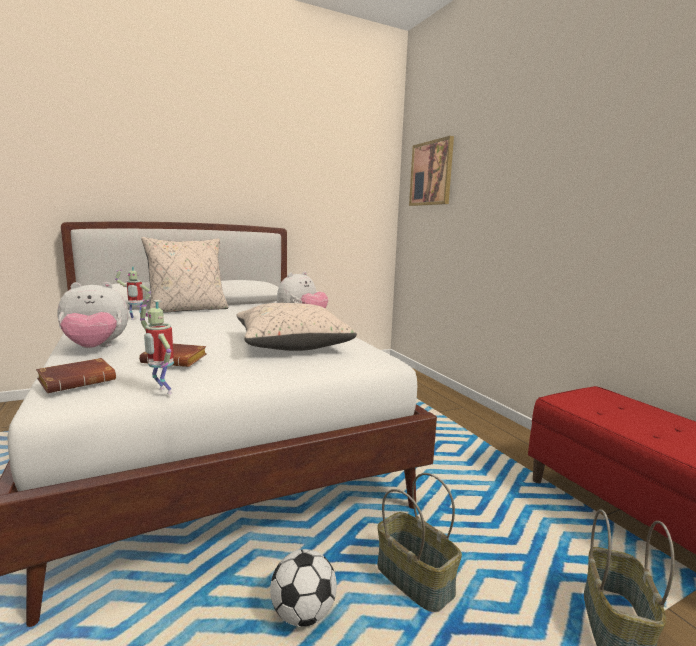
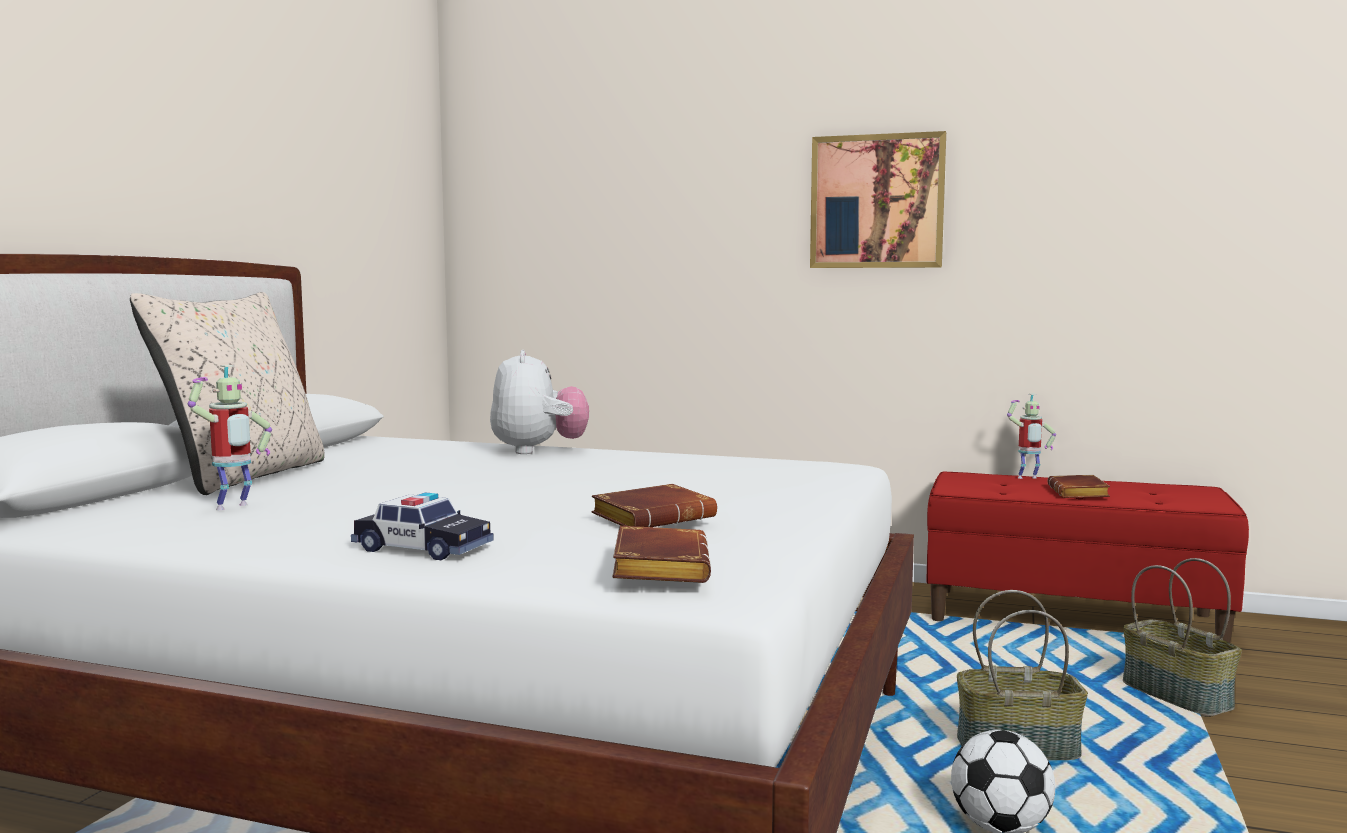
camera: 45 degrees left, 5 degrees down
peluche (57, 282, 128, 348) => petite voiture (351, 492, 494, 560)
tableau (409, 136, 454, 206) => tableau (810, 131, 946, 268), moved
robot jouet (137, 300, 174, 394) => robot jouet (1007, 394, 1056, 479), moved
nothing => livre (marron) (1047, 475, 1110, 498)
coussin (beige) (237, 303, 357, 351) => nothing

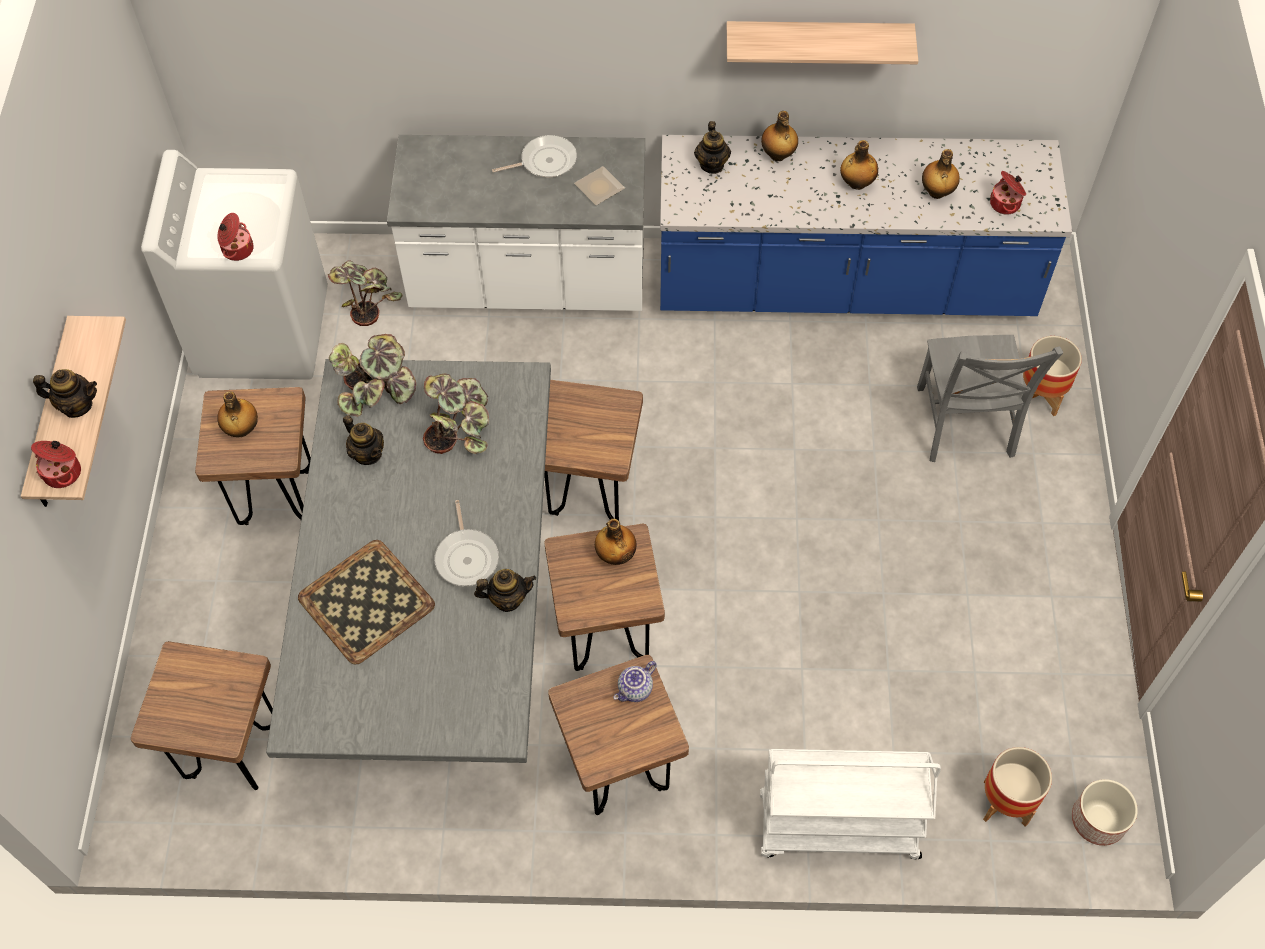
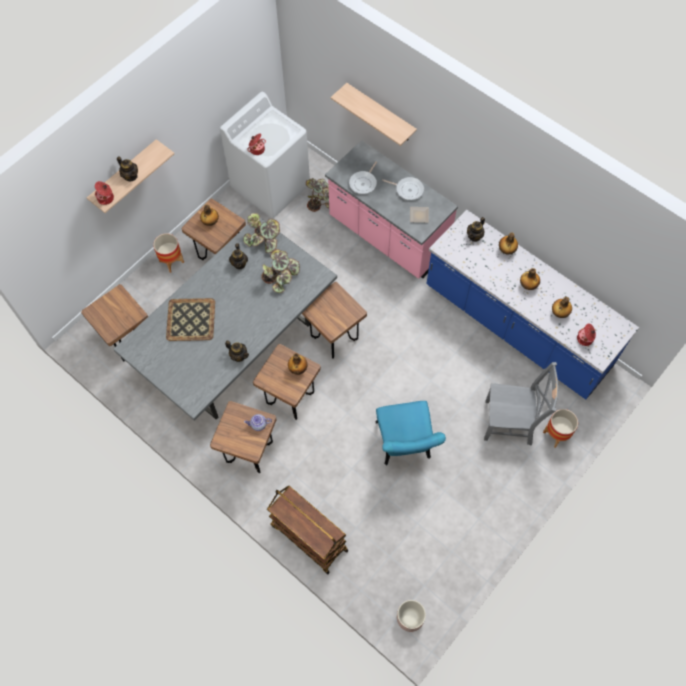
camera: 40 degrees right, 5 degrees up
cache-pot (983, 747, 1052, 827) => cache-pot (153, 233, 184, 273), moved
chariot (blanc) (760, 749, 941, 860) => chariot (marron) (267, 486, 348, 574)
comptoir de cuisine (blanc) (387, 135, 645, 311) => comptoir de cuisine (rose) (325, 140, 458, 279)
étagère (727, 21, 918, 64) => étagère (331, 83, 417, 146), moved
poêle (434, 500, 499, 586) => poêle (349, 162, 377, 194), moved
nothing => chaise (turquoise) (375, 401, 446, 465)
chaise (gris) (917, 335, 1064, 462) => chaise (gris) (484, 362, 558, 446), 120 degrees counterclockwise

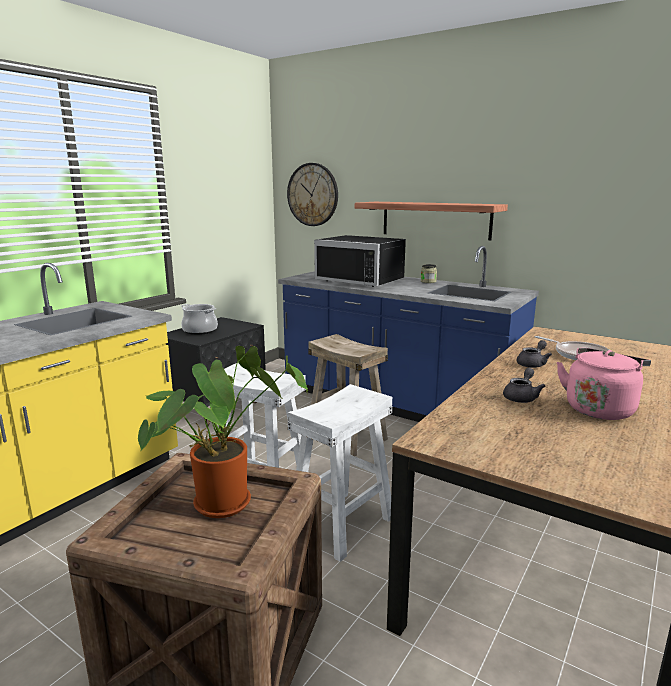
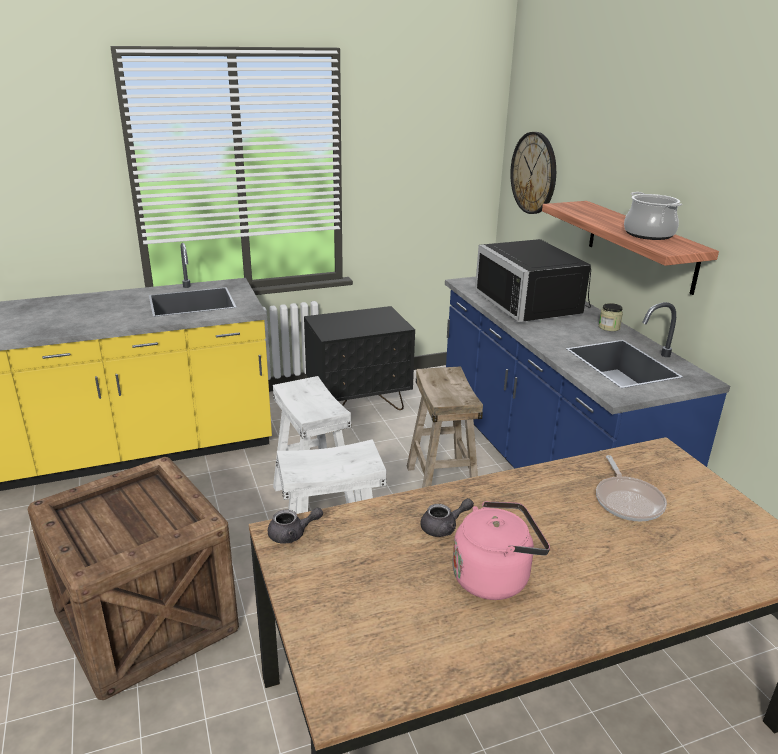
camera: 35 degrees right, 10 degrees up
théière (gris) (516, 340, 552, 368) => théière (gris) (268, 507, 323, 544), moved
marmite (181, 304, 218, 335) => marmite (624, 192, 682, 240), moved
plante en pot (138, 346, 308, 518) => nothing

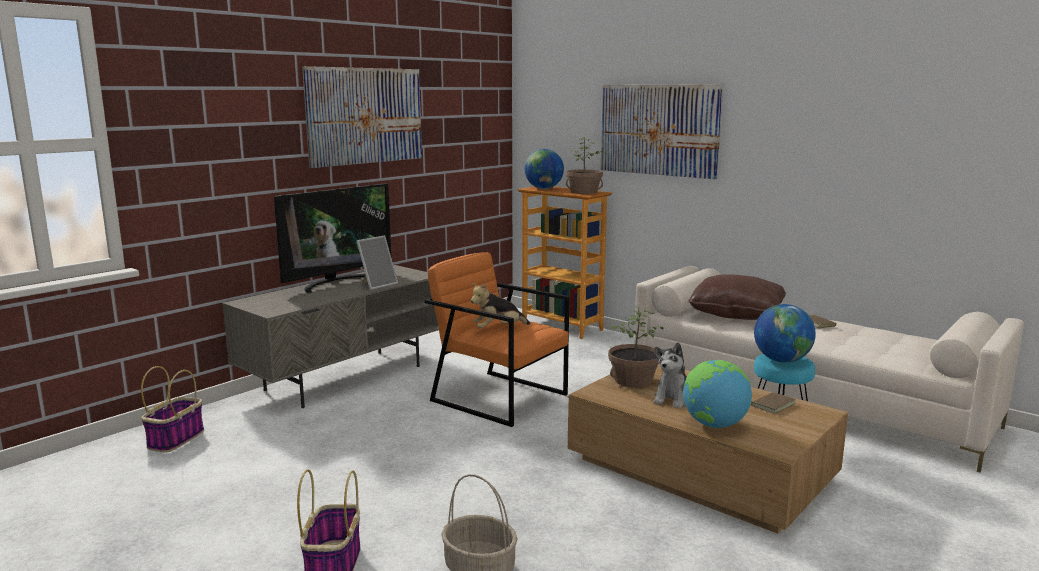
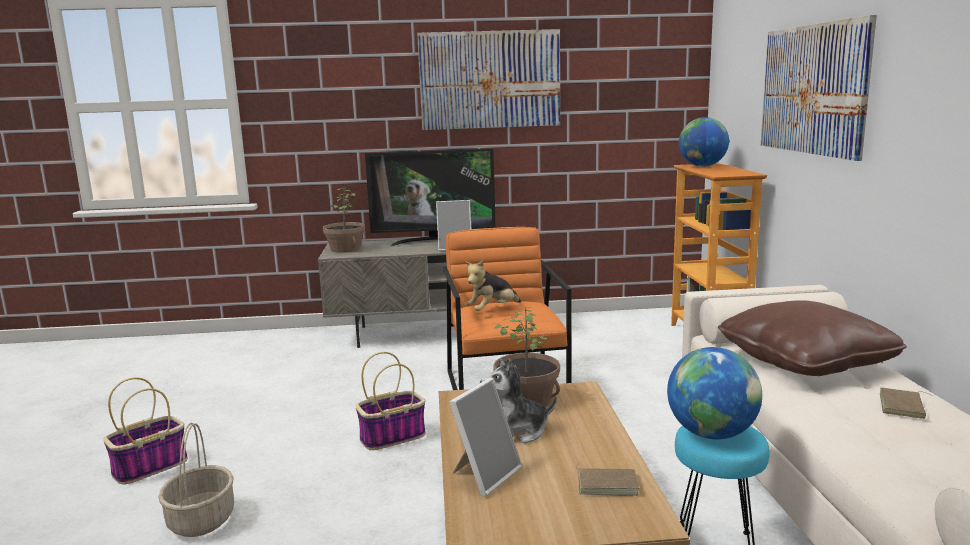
camera: 45 degrees right, 0 degrees up
plante en pot (566, 137, 604, 194) => plante en pot (323, 187, 365, 253), moved
panier (141, 366, 204, 453) => panier (356, 352, 426, 450), moved
globe (683, 360, 752, 428) => cadre photo (450, 378, 522, 497)
peluche (471, 283, 531, 328) => peluche (465, 260, 521, 311), 60 degrees counterclockwise

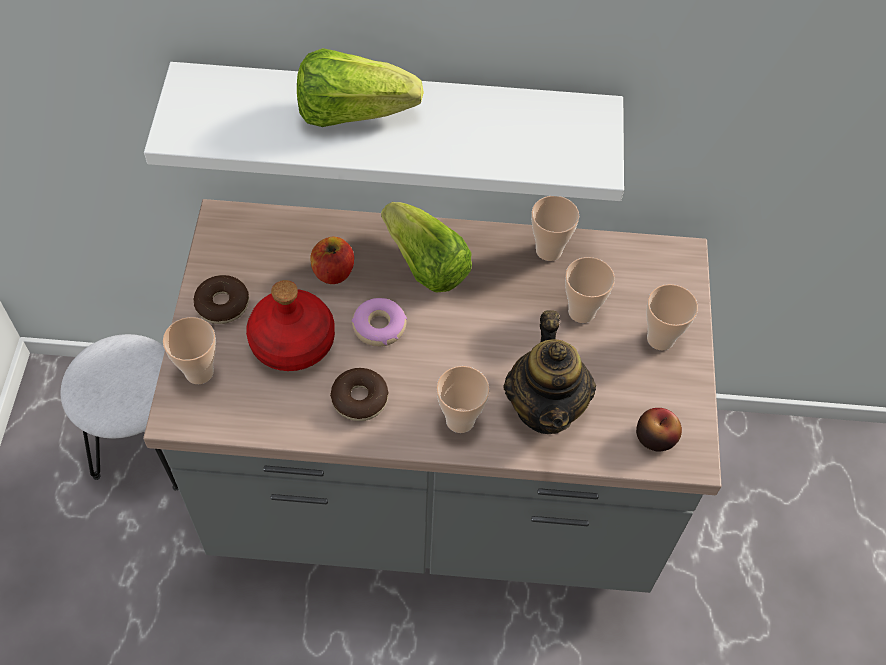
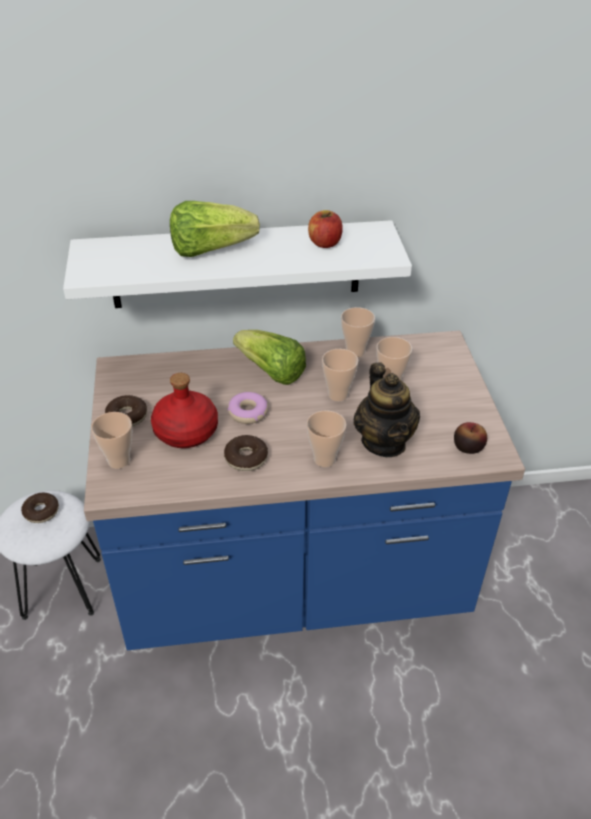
camera: 10 degrees left, 15 degrees down
nothing => beignet (21, 493, 59, 523)
comptoir de cuisine (gris) (143, 199, 722, 593) => comptoir de cuisine (bleu) (84, 331, 525, 650)
pomme (311, 237, 354, 284) => pomme (308, 210, 343, 248), moved
tasse (647, 284, 698, 351) => tasse (322, 349, 358, 401), moved

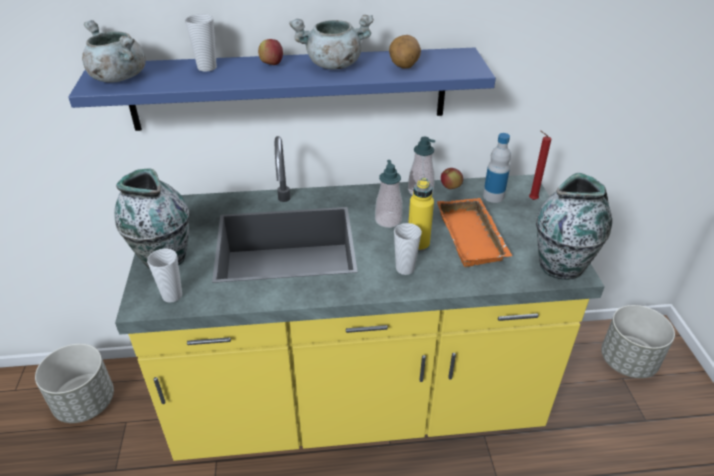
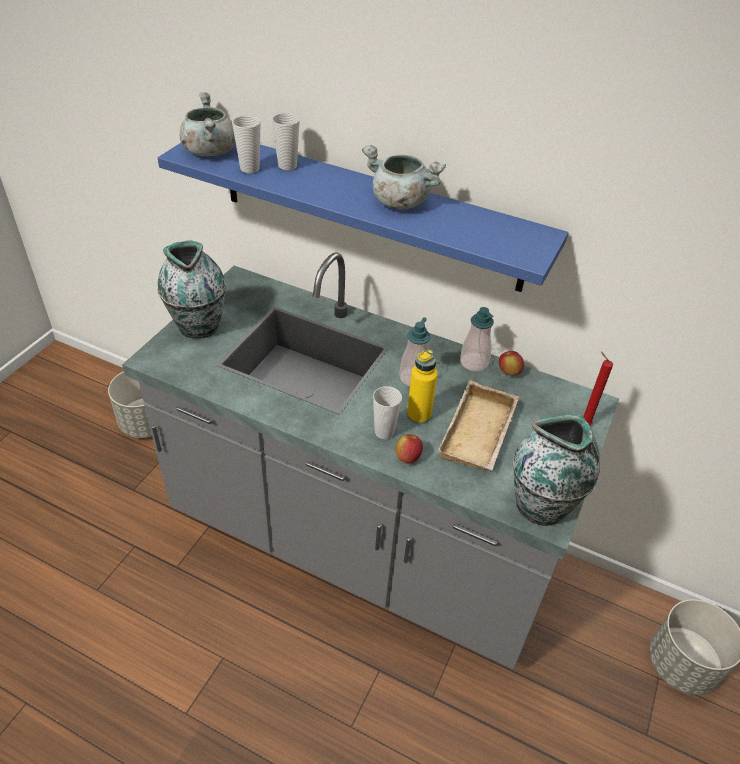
camera: 30 degrees right, 5 degrees up
comptoir de cuisine (jaune) (115, 136, 605, 461) => comptoir de cuisine (gris) (122, 252, 619, 669)
tasse (147, 248, 182, 303) => tasse (232, 115, 261, 173), moved
pomme (258, 39, 283, 65) => pomme (395, 434, 423, 464), moved
plateau (orange) (437, 198, 512, 267) => plateau (beige) (438, 380, 519, 471)
pomme de terre (389, 35, 421, 69) => nothing
bouteille (483, 133, 511, 203) => nothing

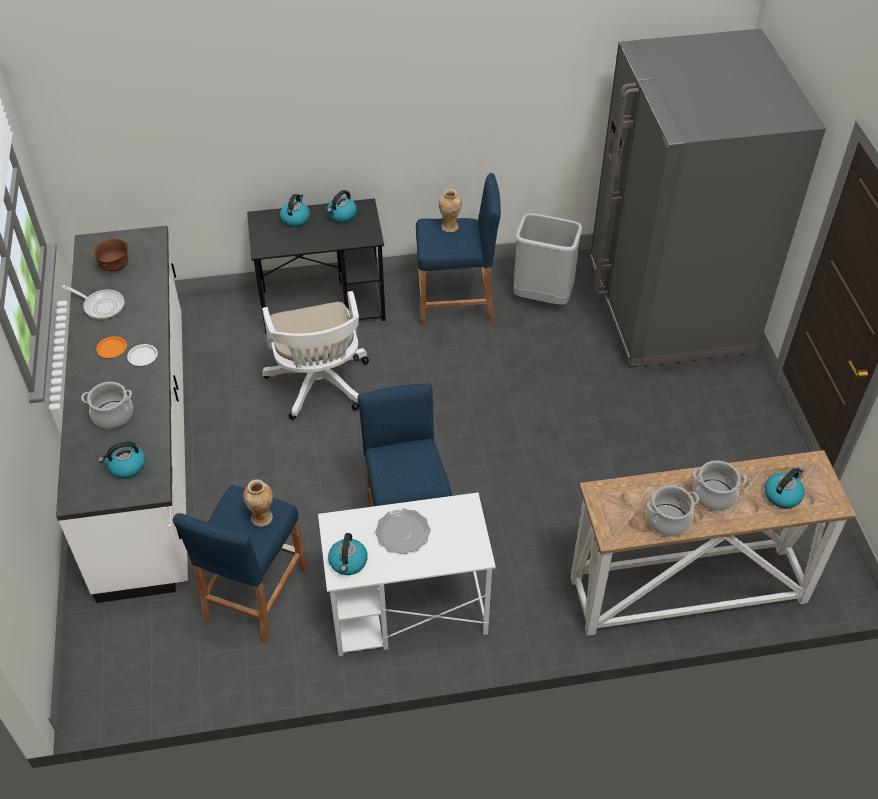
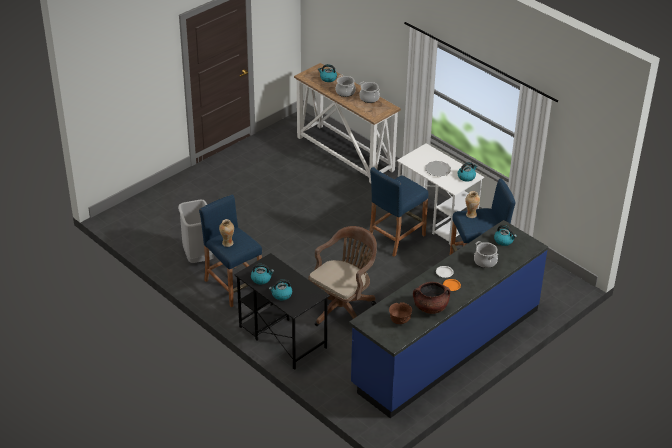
camera: 125 degrees left, 10 degrees down
chaise de bureau (blanc) (262, 291, 369, 420) => chaise de bureau (marron) (308, 226, 377, 326)
comptoir de cuisine (blanc) (56, 226, 188, 603) => comptoir de cuisine (bleu) (349, 220, 548, 418)
poêle (62, 285, 124, 319) => marmite (marron) (413, 282, 450, 314)
réfrigérateur (gris) (591, 28, 826, 367) => nothing

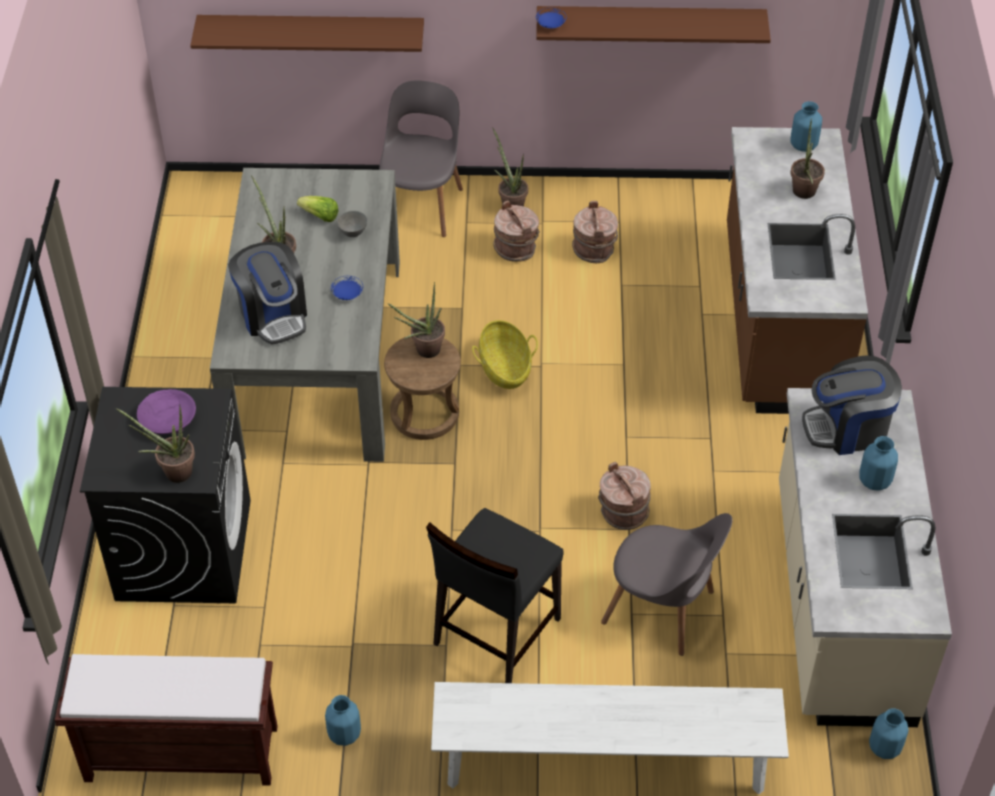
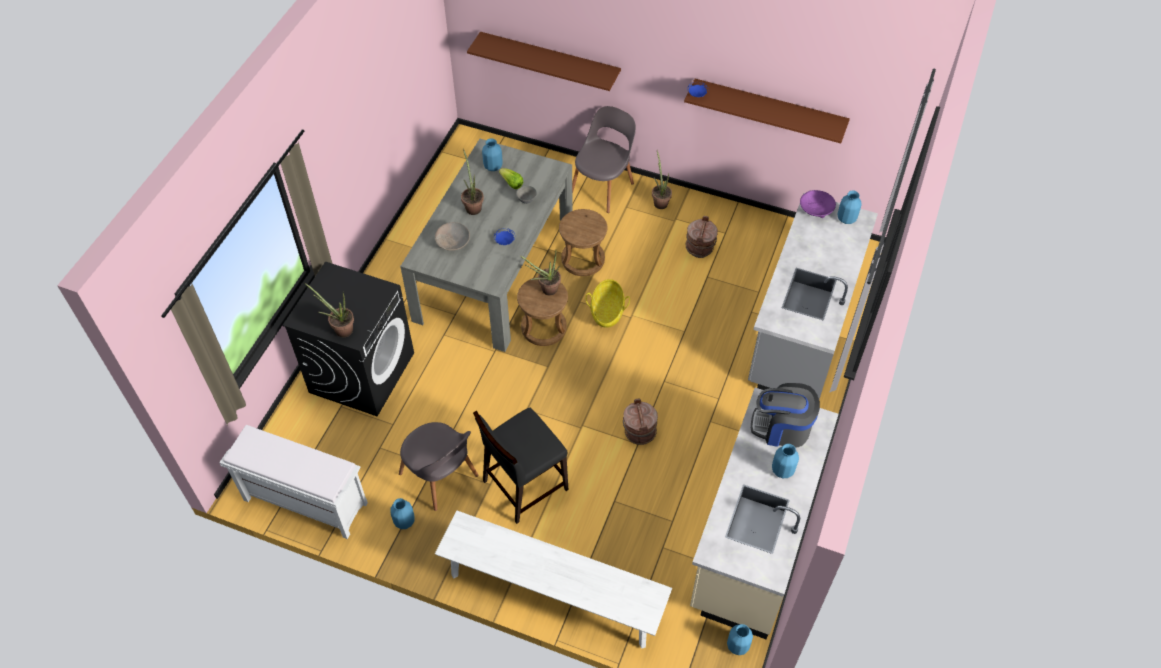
camera: 20 degrees right, 5 degrees up
banc (marron) (55, 654, 278, 786) => banc (blanc) (219, 425, 368, 539)
chaise (gris) (601, 513, 732, 656) => chaise (gris) (399, 422, 478, 511), moved
machine à café (228, 242, 307, 345) => bol (beige) (435, 222, 470, 251)
nothing => vase (bleu) (482, 138, 503, 171)
nothing => tabouret (marron) (559, 209, 607, 276)
comptoir de cuisine (marron) (727, 127, 868, 414) => comptoir de cuisine (gris) (748, 193, 878, 399)
bol (violet) (137, 389, 196, 434) => bol (violet) (800, 190, 836, 218), moved
seau (marron) (493, 201, 540, 262) => nothing
plante en pot (791, 118, 825, 199) => nothing

